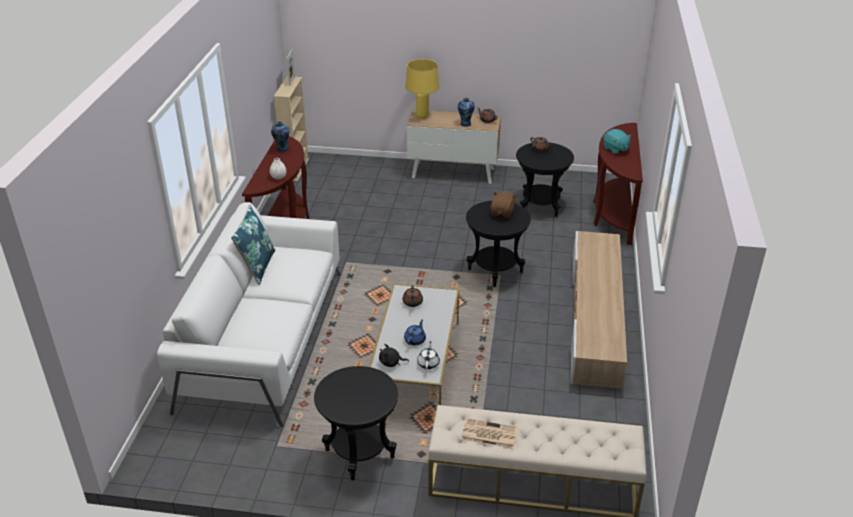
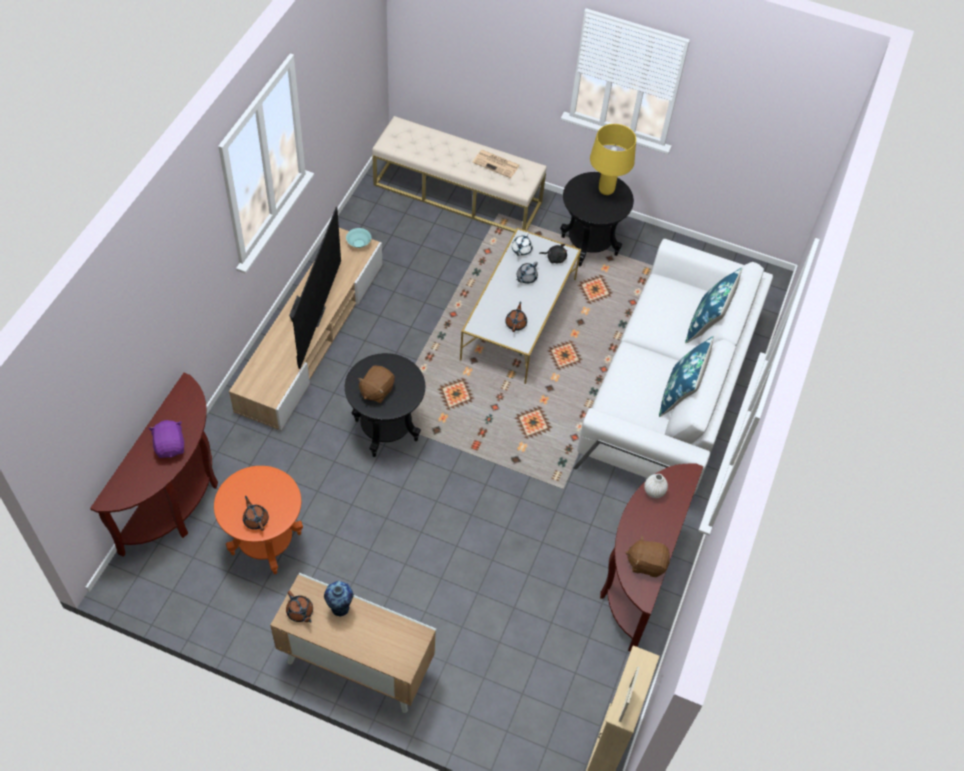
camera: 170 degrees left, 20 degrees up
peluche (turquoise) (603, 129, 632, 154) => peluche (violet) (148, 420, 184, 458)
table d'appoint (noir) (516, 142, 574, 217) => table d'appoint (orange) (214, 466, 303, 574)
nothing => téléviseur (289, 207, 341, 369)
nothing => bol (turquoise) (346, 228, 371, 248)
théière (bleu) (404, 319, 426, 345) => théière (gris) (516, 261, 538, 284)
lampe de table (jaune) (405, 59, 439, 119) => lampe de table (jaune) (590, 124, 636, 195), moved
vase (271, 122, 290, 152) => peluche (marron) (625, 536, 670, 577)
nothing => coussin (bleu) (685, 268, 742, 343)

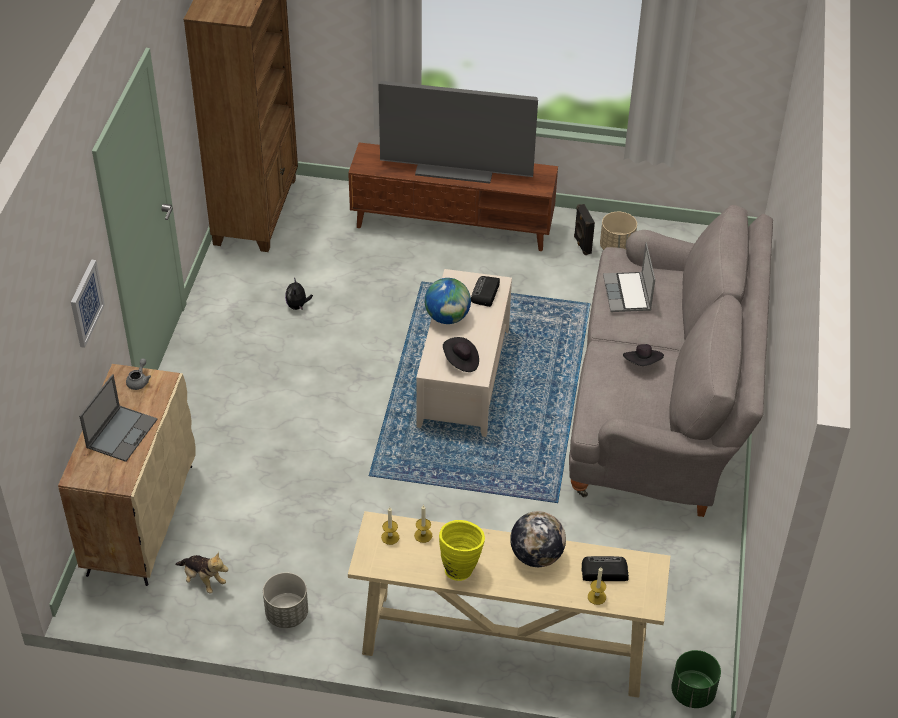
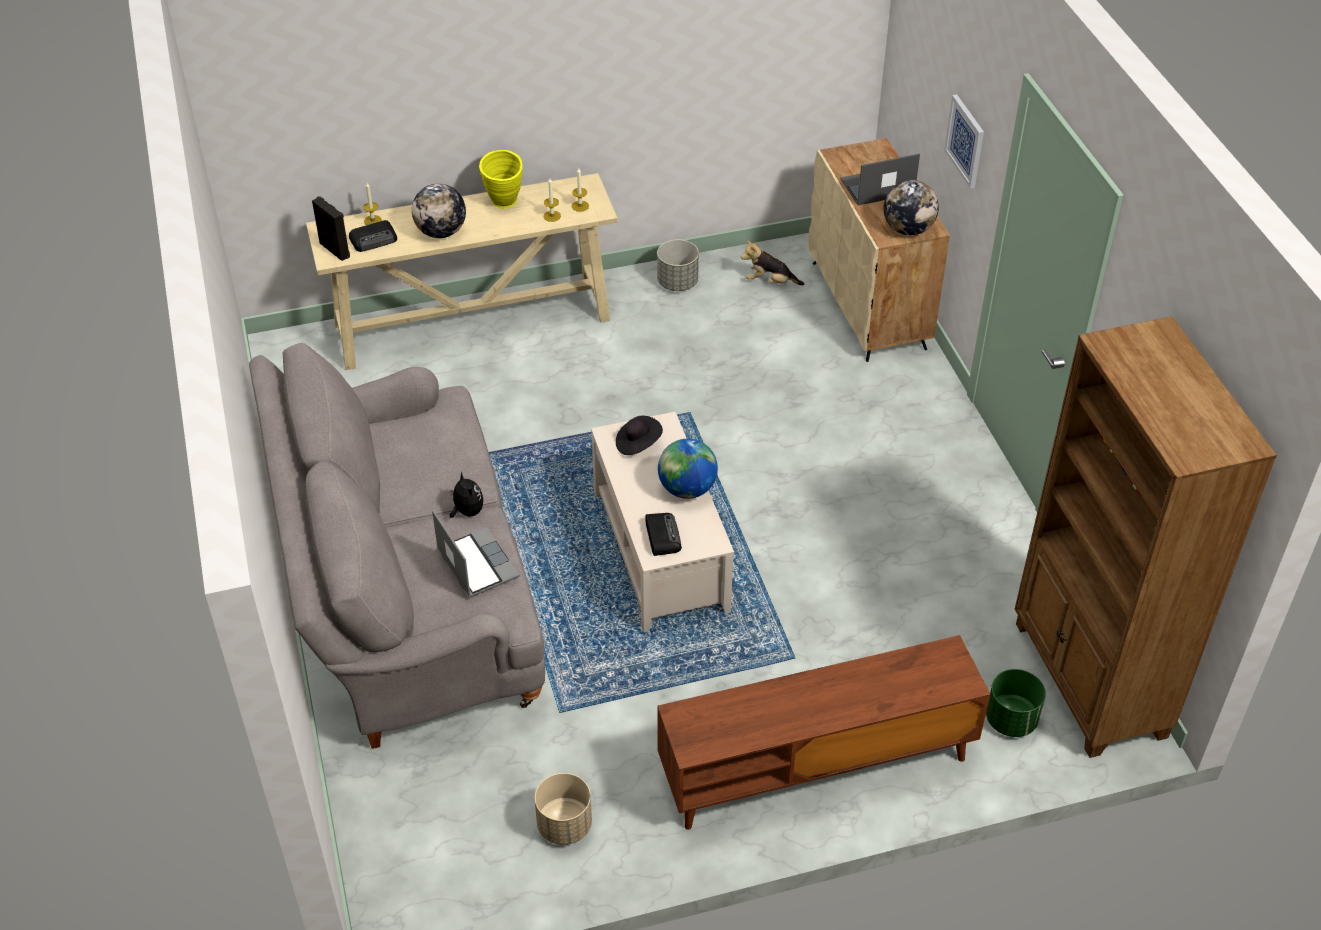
camera: 155 degrees right, 0 degrees up
enceinte (noir) (574, 204, 595, 255) => enceinte (noir) (312, 196, 350, 261), moved
peluche (285, 277, 313, 310) => peluche (449, 472, 484, 518), moved
ordinateur portable (79, 374, 157, 462) => ordinateur portable (840, 154, 920, 205), 75 degrees clockwise
théière (gris) (126, 358, 151, 390) => globe (884, 180, 939, 235)
cache-pot (vert) (671, 650, 721, 708) => cache-pot (vert) (986, 669, 1046, 737), moved
téléviseur (378, 81, 538, 184) => nothing
chapeau (noir) (623, 344, 664, 366) => nothing

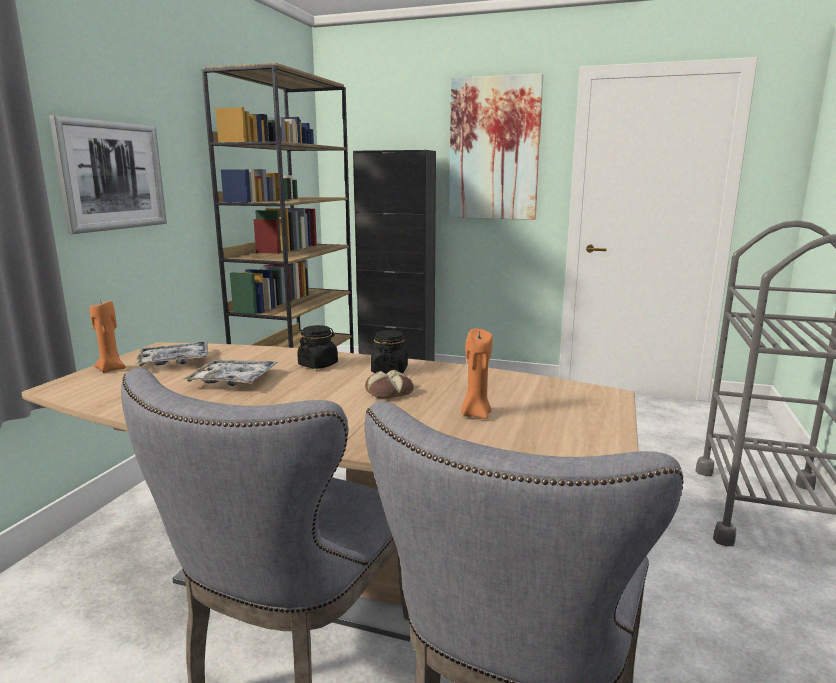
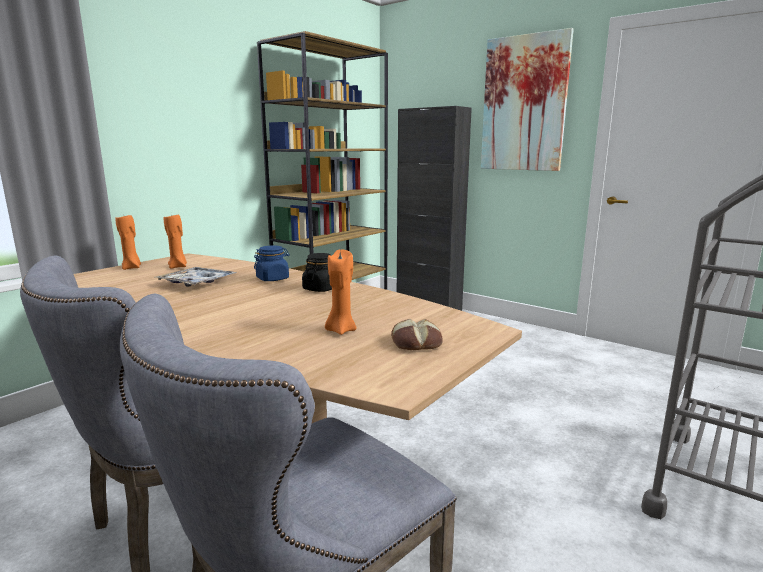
camera: 20 degrees right, 0 degrees up
plateau (135, 342, 208, 366) => bougie (orange) (164, 215, 187, 269)
bocal (noir) (297, 325, 338, 369) => bocal (bleu) (254, 245, 290, 281)
pain (365, 370, 414, 398) => pain (391, 319, 443, 350), moved
tableau (49, 115, 167, 234) => nothing

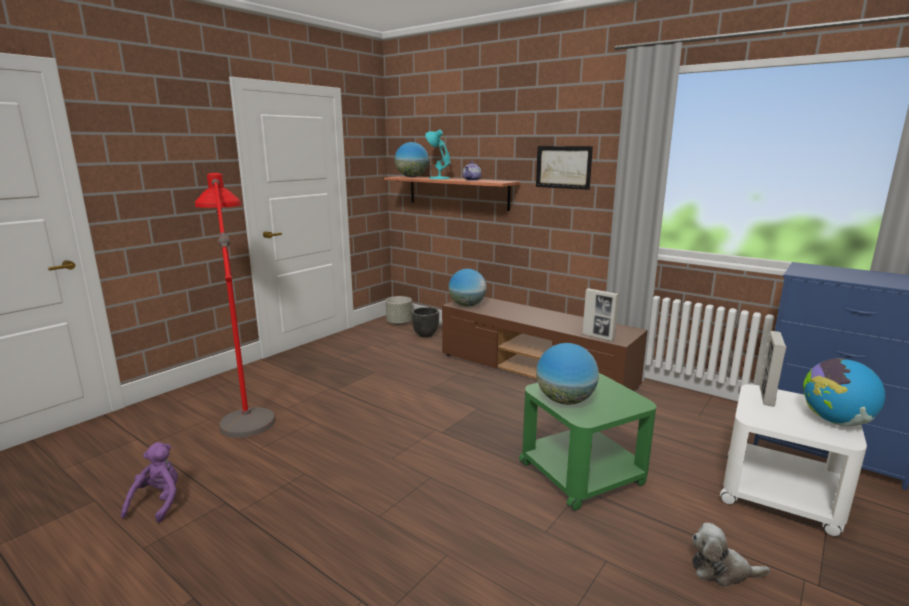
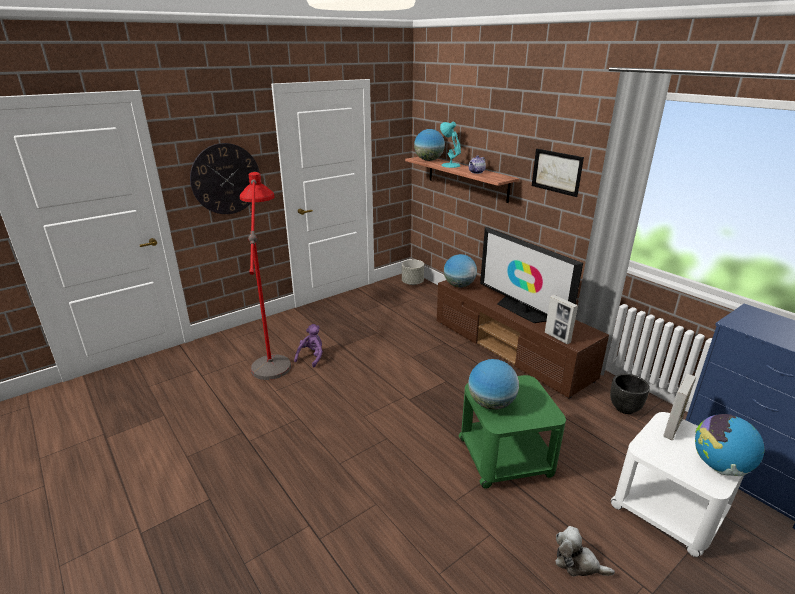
camera: 15 degrees right, 10 degrees up
nothing => horloge murale (190, 143, 260, 214)
peluche (violet) (121, 442, 178, 523) => peluche (violet) (294, 324, 323, 367), moved
nothing => téléviseur (480, 227, 583, 323)
cache-pot (noir) (412, 307, 439, 338) => cache-pot (noir) (610, 374, 650, 414), moved

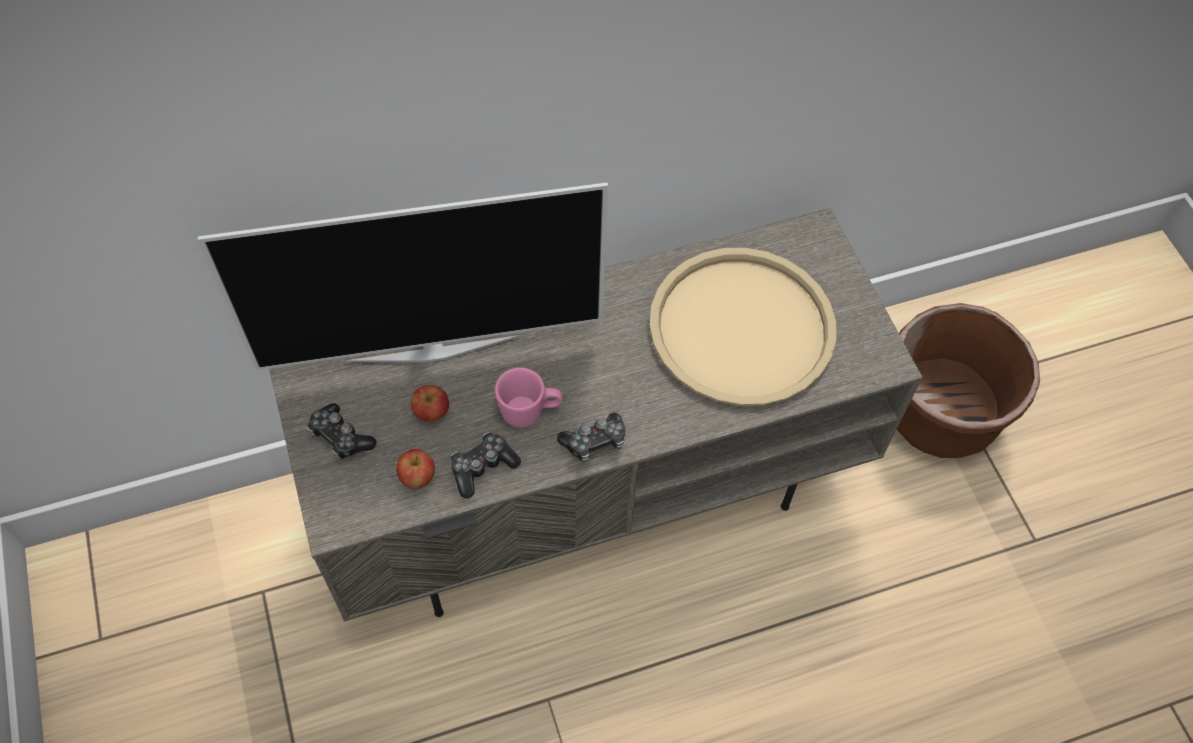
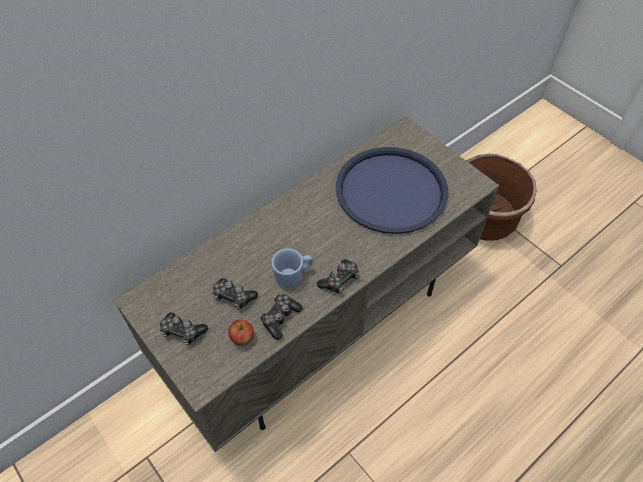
camera: 20 degrees left, 5 degrees down
pomme (411, 385, 449, 422) => manette (213, 278, 258, 310)
mug (rose) (495, 367, 563, 427) => mug (bleu) (271, 249, 313, 288)
plateau (beige) (650, 248, 837, 406) => plateau (bleu) (336, 147, 449, 234)
téléviseur (198, 182, 608, 370) => nothing

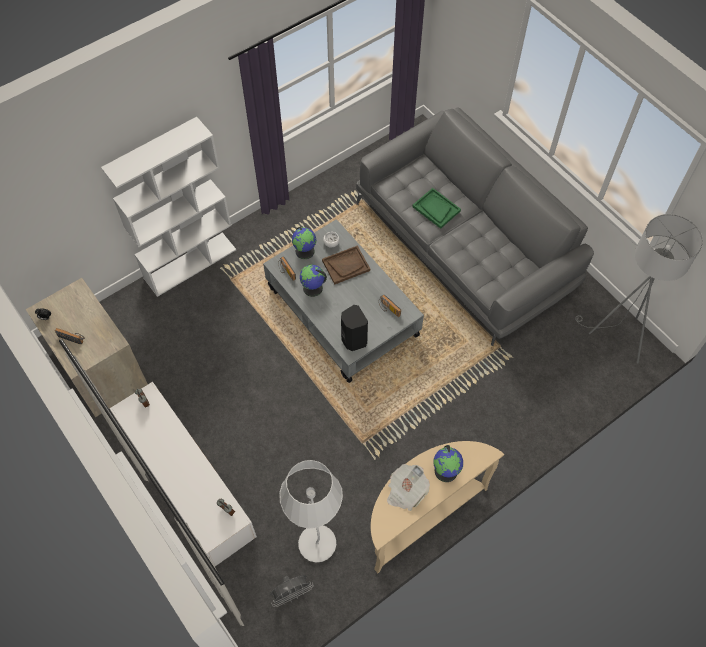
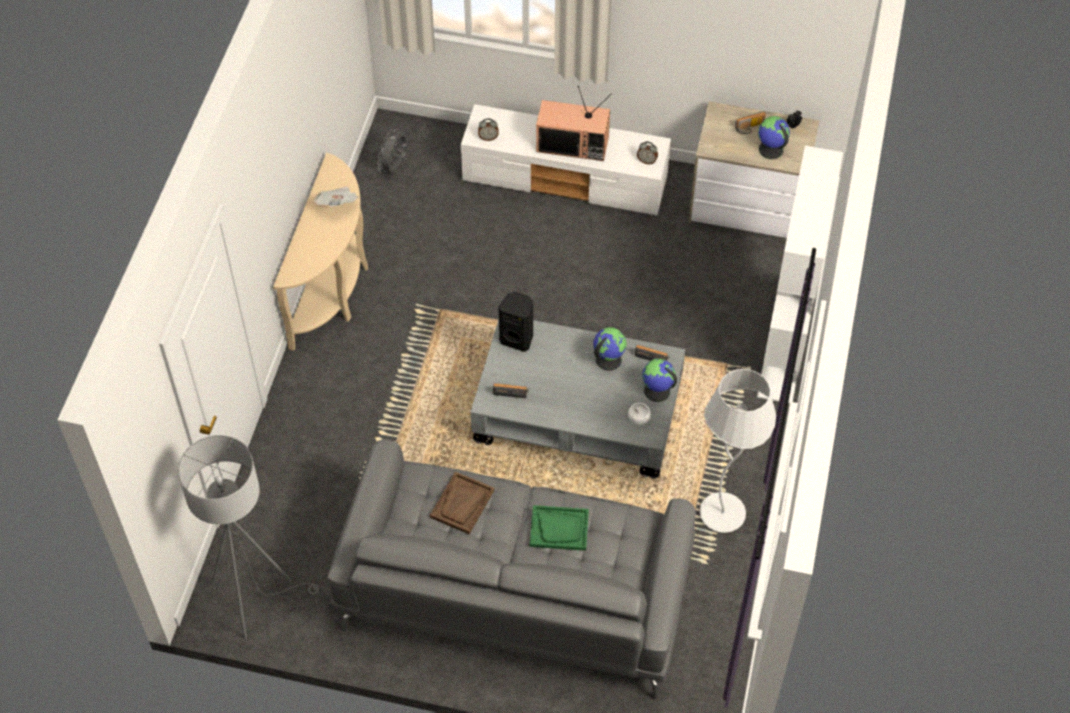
camera: 140 degrees right, 5 degrees down
plateau (marron) (322, 245, 370, 285) => plateau (marron) (430, 472, 494, 535), moved
nothing => téléviseur (536, 86, 612, 161)
lampadaire (blanc) (279, 460, 343, 562) => lampadaire (blanc) (700, 369, 776, 533), moved
globe (433, 445, 463, 482) => globe (758, 116, 790, 159), moved

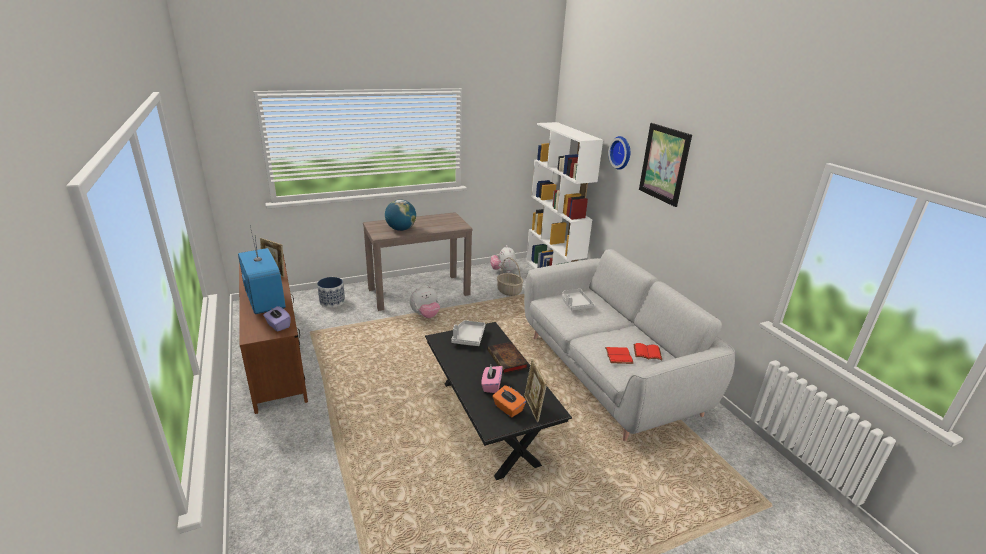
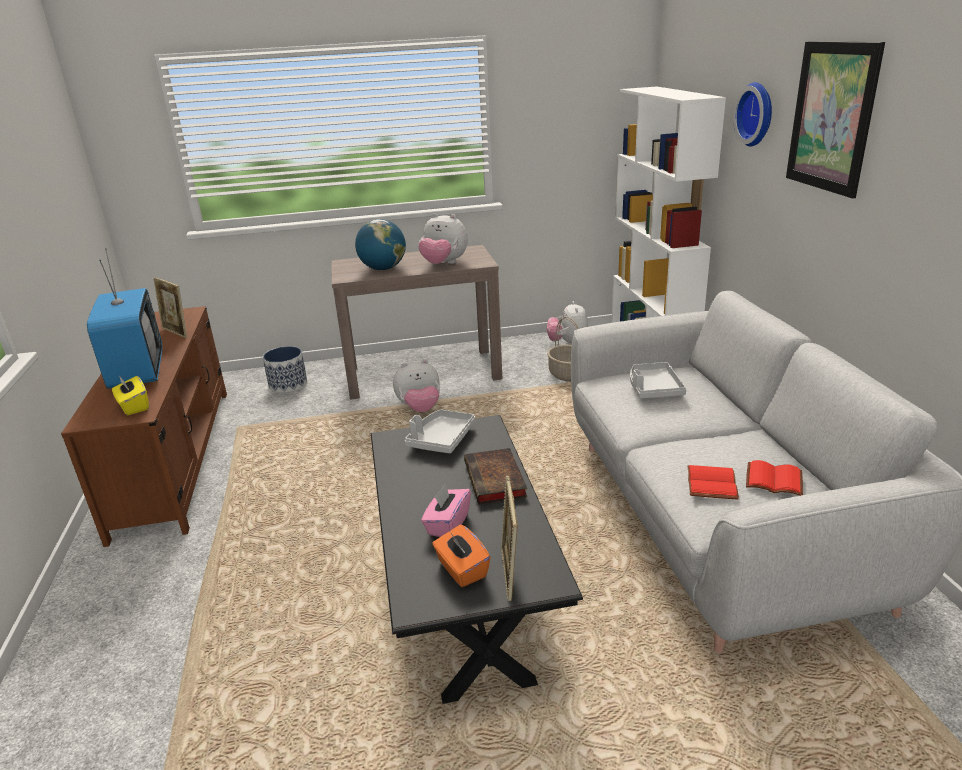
camera: 15 degrees right, 0 degrees up
boîte à mouchoirs (violet) (263, 306, 291, 332) => boîte à mouchoirs (jaune) (112, 375, 149, 415)
nothing => peluche (418, 213, 468, 264)

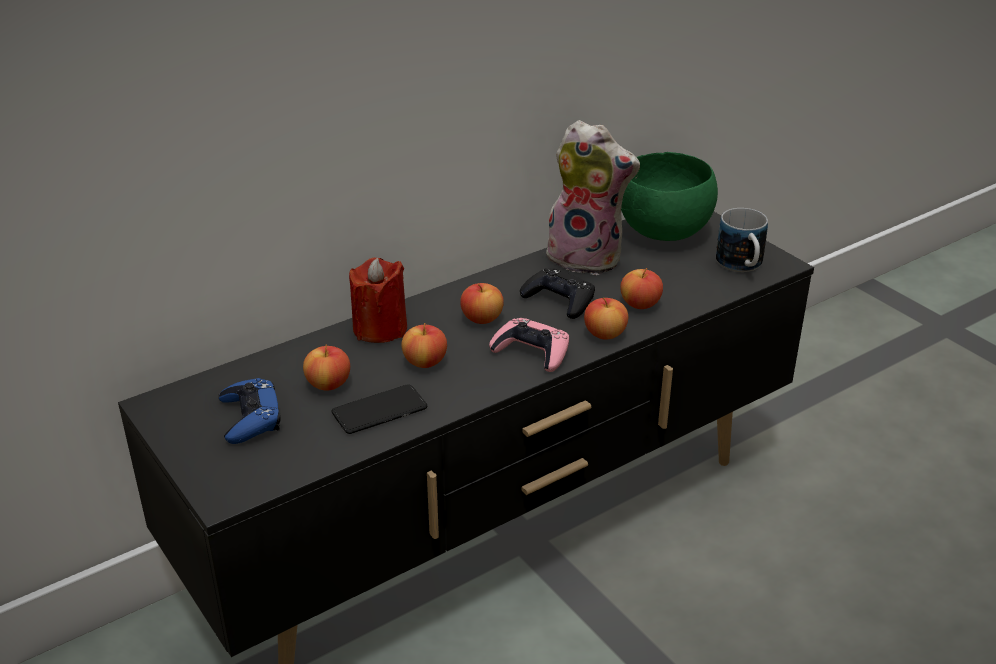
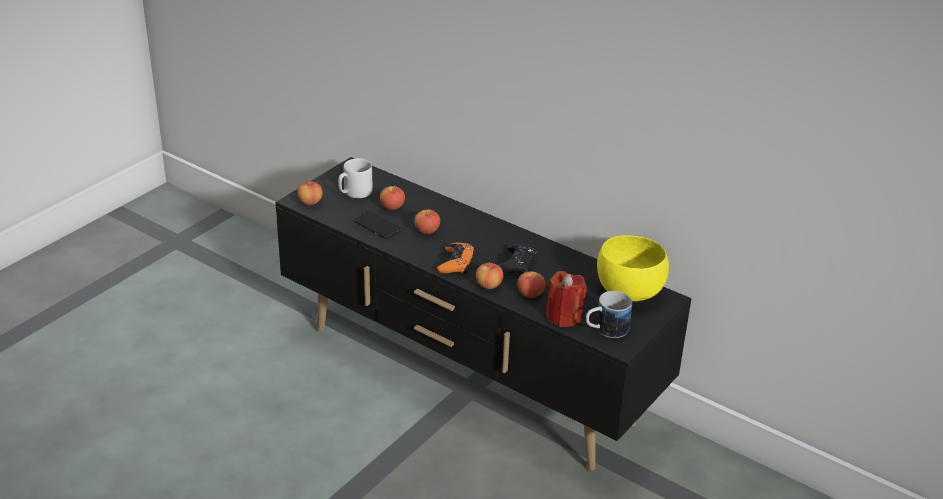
camera: 70 degrees right, 0 degrees up
pomme (460, 283, 504, 324) => pomme (297, 181, 323, 205), moved
manette (bleu) (219, 378, 281, 444) => mug (gris) (338, 159, 373, 198)
manette (rose) (489, 318, 569, 372) => manette (orange) (437, 243, 475, 274)
bougie (rouge) (349, 258, 407, 343) => bougie (rouge) (546, 271, 587, 327), moved
bol (vert) (621, 152, 718, 241) => bol (jaune) (597, 235, 669, 302)
peluche (543, 120, 640, 275) => nothing

